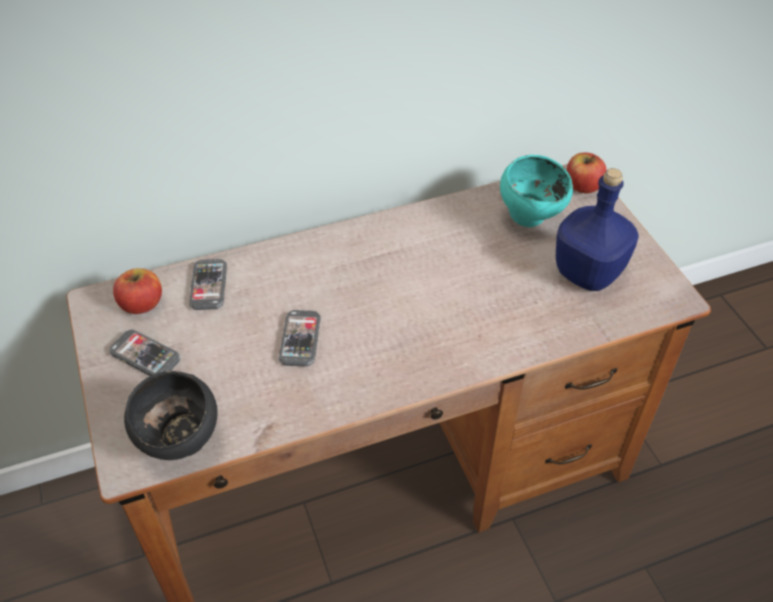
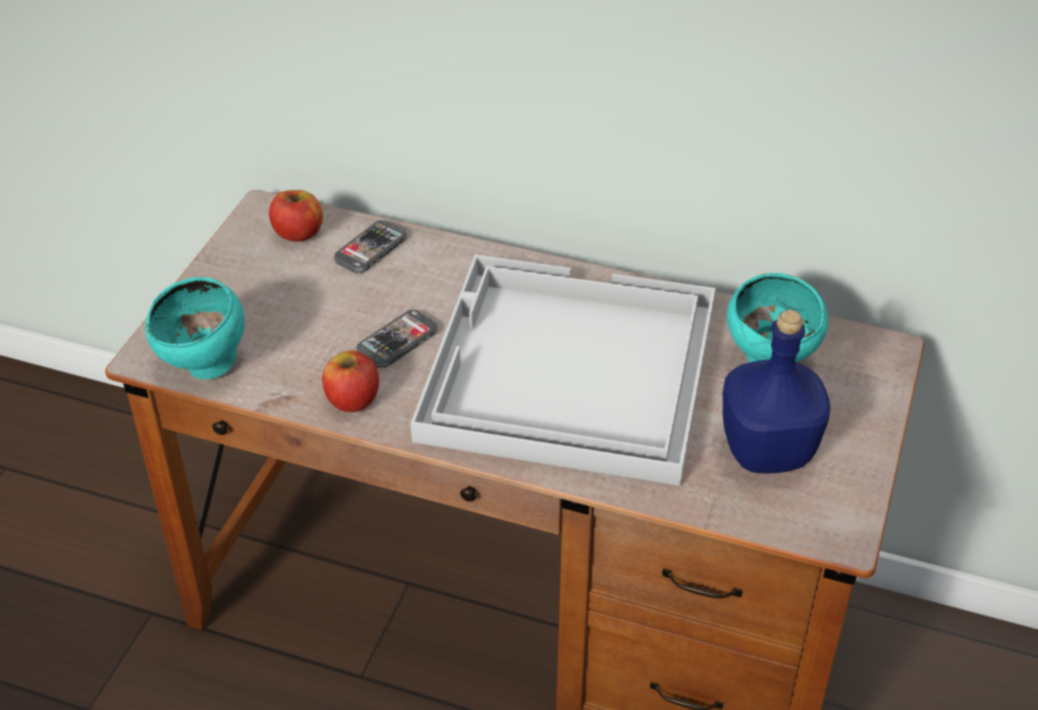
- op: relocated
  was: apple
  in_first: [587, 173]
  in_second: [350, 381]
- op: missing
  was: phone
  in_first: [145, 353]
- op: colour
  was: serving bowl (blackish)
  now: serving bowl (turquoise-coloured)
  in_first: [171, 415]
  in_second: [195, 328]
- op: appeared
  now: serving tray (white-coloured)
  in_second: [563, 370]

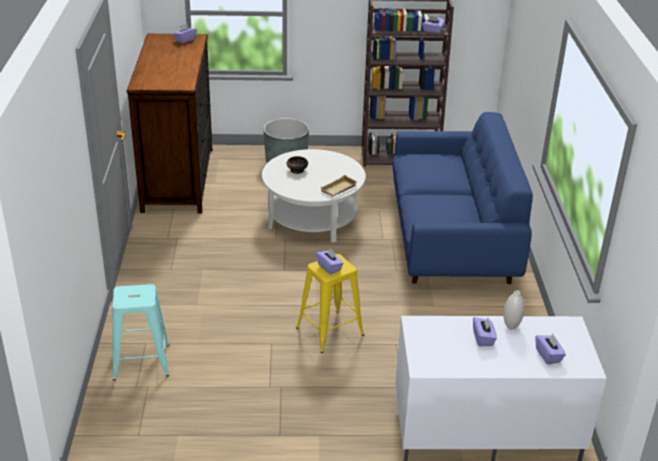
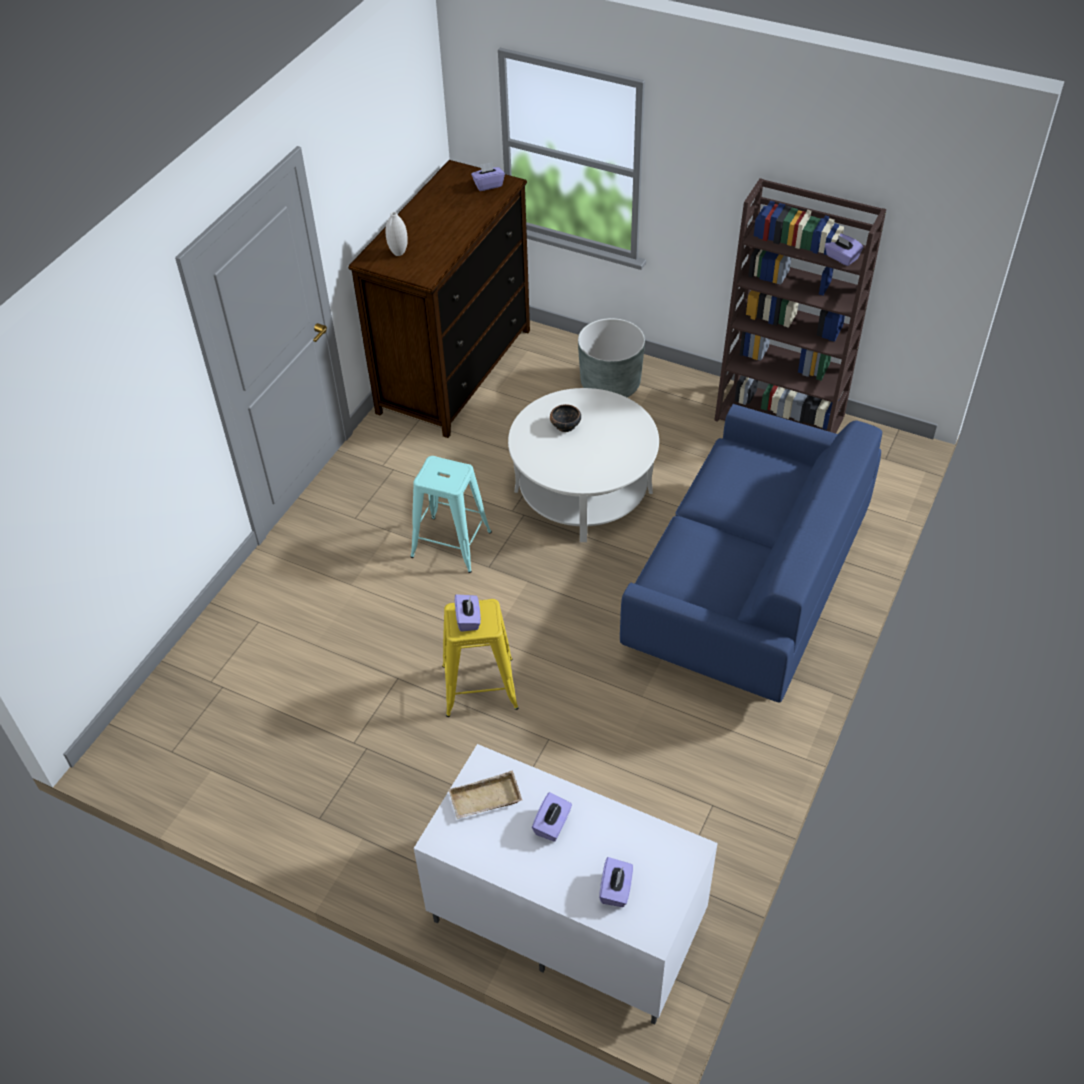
- op: relocated
  was: serving tray (beige)
  in_first: [338, 186]
  in_second: [485, 795]
- op: relocated
  was: sitting stool (turquoise-coloured)
  in_first: [140, 332]
  in_second: [451, 514]
- op: relocated
  was: decorative vase (white-coloured)
  in_first: [514, 310]
  in_second: [396, 234]

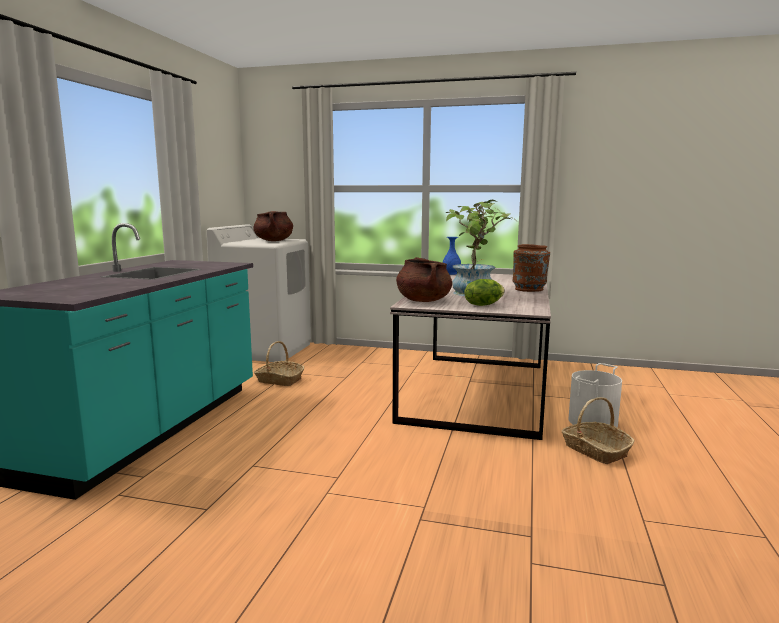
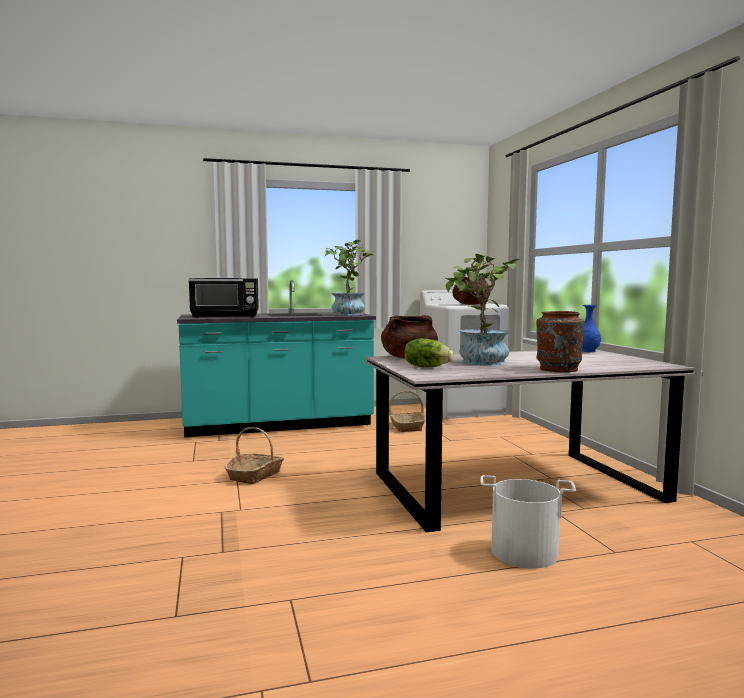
- op: relocated
  was: storage basket
  in_first: [598, 430]
  in_second: [254, 455]
- op: appeared
  now: plant in a pot
  in_second: [351, 277]
- op: appeared
  now: microwave (blackish)
  in_second: [223, 298]

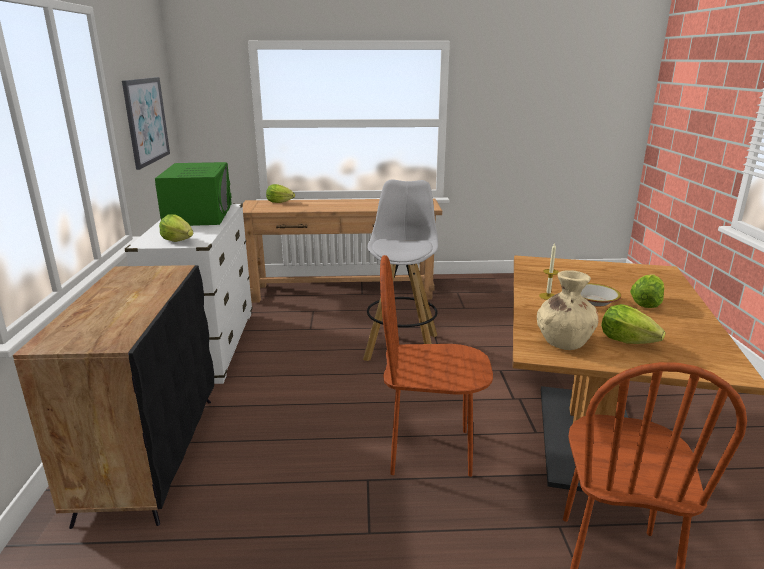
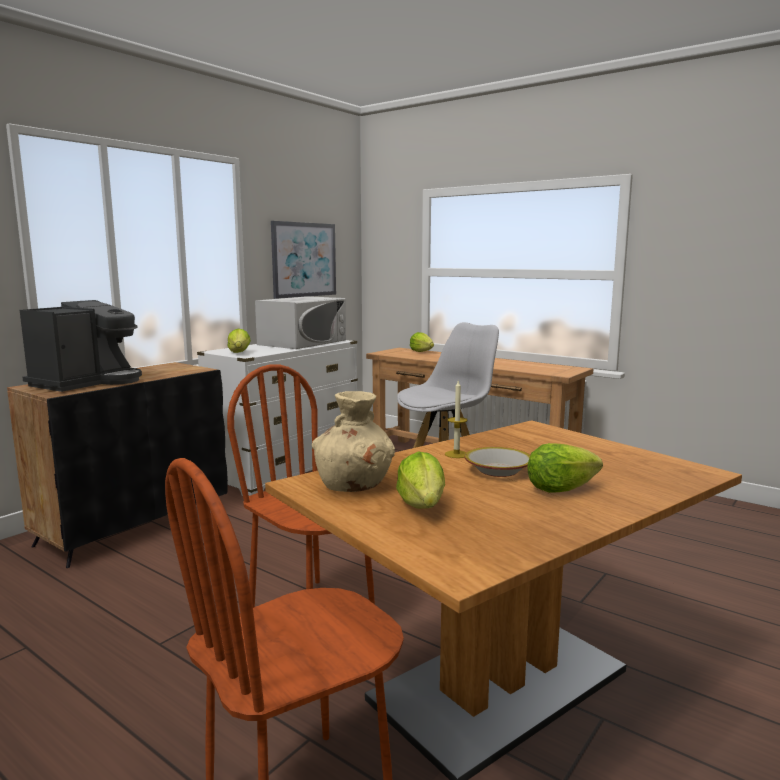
- op: colour
  was: microwave (green)
  now: microwave (white-coloured)
  in_first: [193, 194]
  in_second: [300, 322]
- op: appeared
  now: coffee machine
  in_second: [81, 346]

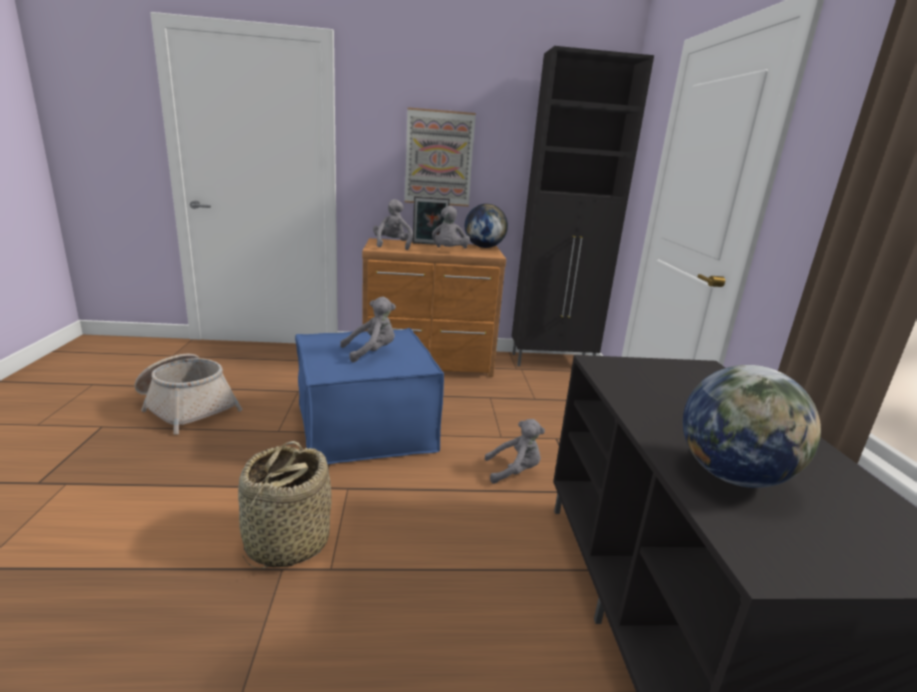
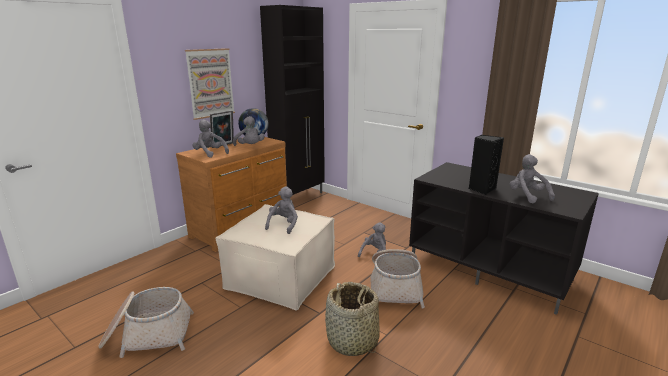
- op: colour
  was: ottoman (blue)
  now: ottoman (beige)
  in_first: [369, 396]
  in_second: [275, 257]
- op: exchanged
  was: world globe
  now: soft toy (greyish)
  in_first: [752, 426]
  in_second: [532, 179]
- op: appeared
  now: loudspeaker (blackish)
  in_second: [486, 165]
- op: appeared
  now: storage basket
  in_second: [397, 278]

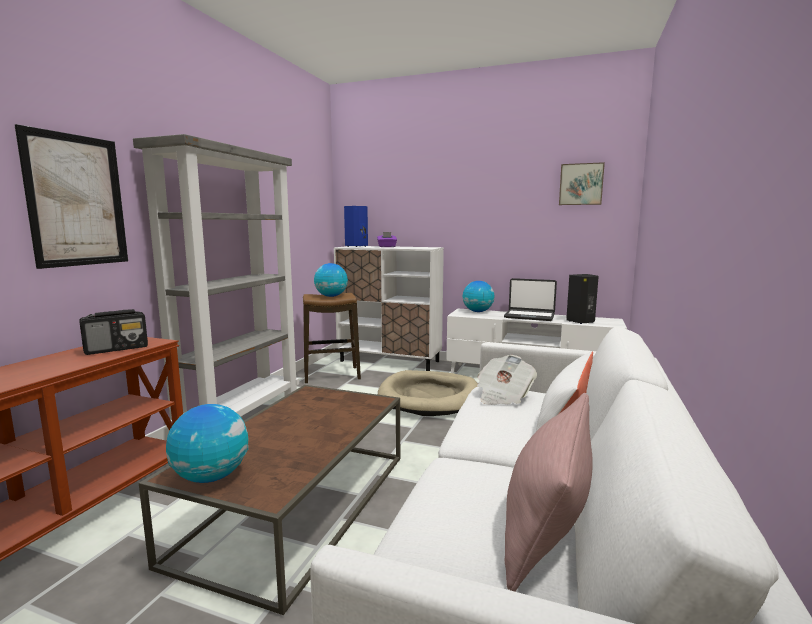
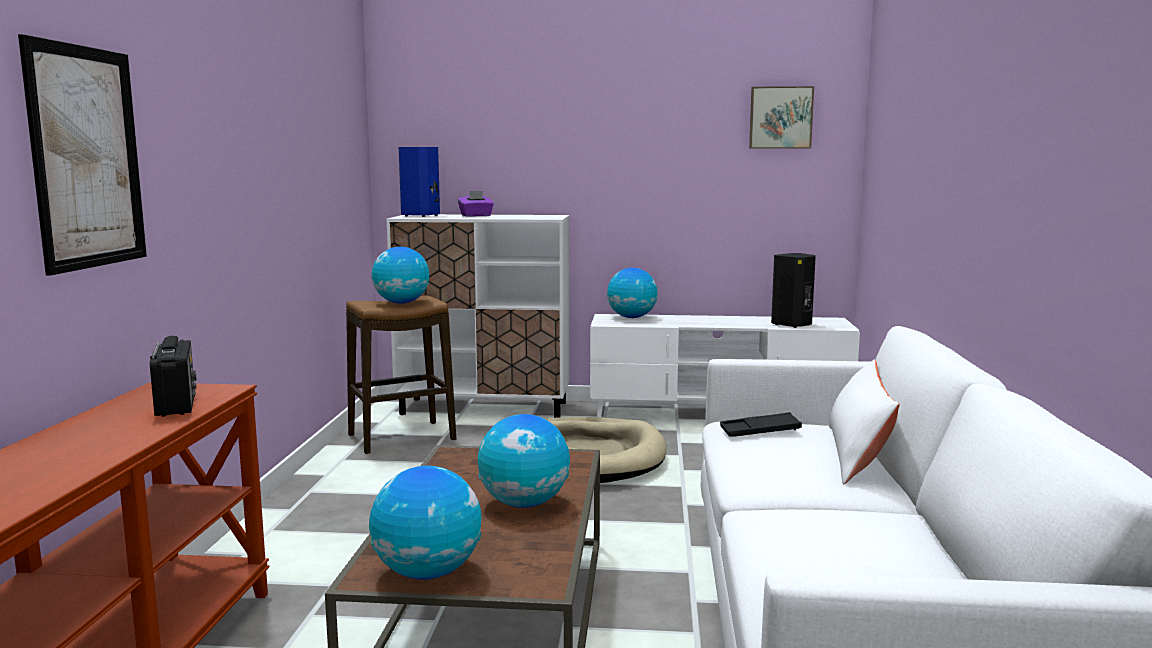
- op: missing
  was: bookshelf (greyish)
  in_first: [216, 281]
- op: missing
  was: notebook computer
  in_first: [530, 299]
- op: spun
  was: radio set
  in_first: [113, 332]
  in_second: [173, 376]
  clockwise: -60
- op: exchanged
  was: daily paper
  now: serving tray (blackish)
  in_first: [507, 380]
  in_second: [761, 424]
- op: missing
  was: pillow (pink)
  in_first: [548, 492]
- op: appeared
  now: world globe
  in_second: [524, 461]

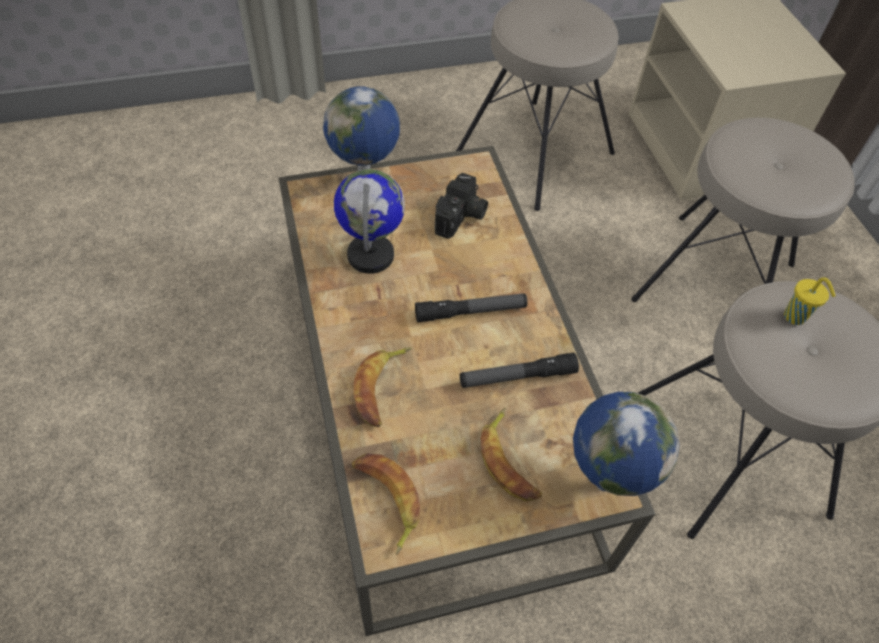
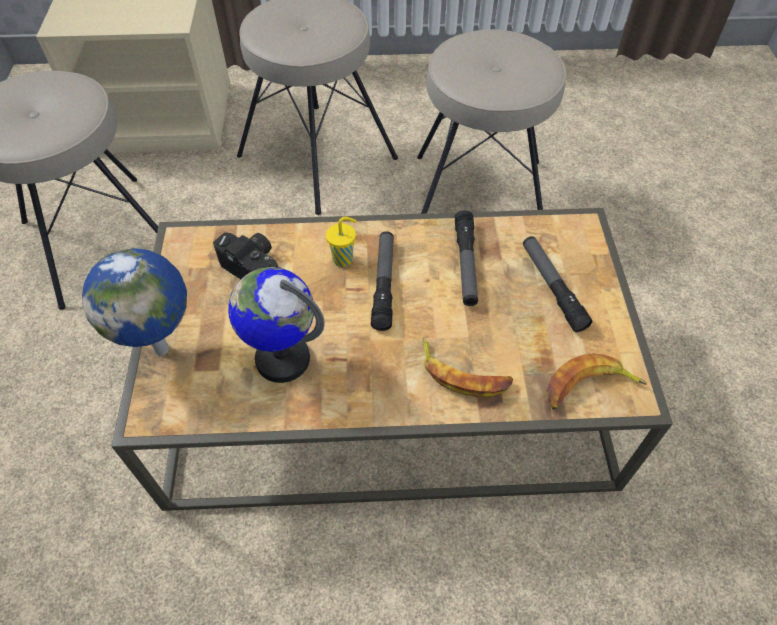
- op: relocated
  was: small cup (yellow)
  in_first: [810, 301]
  in_second: [341, 242]
- op: missing
  was: world globe
  in_first: [626, 444]
- op: exchanged
  was: whole banana
  now: torch
  in_first: [511, 454]
  in_second: [557, 284]

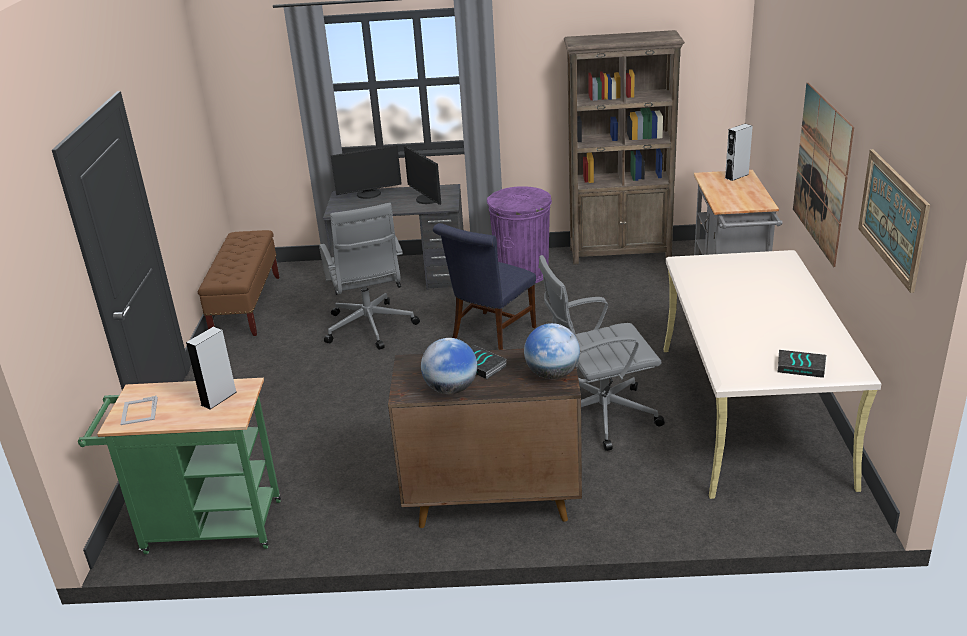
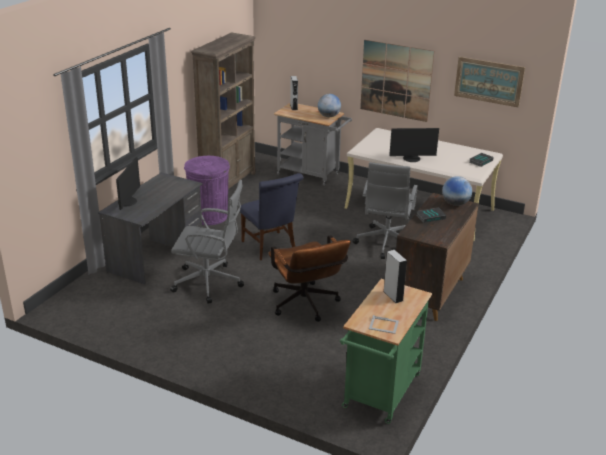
- op: relocated
  was: monitor
  in_first: [422, 175]
  in_second: [414, 145]
- op: missing
  was: bench (brownish)
  in_first: [238, 283]
- op: relocated
  was: world globe
  in_first: [449, 366]
  in_second: [329, 105]
- op: appeared
  now: computer chair (brownish)
  in_second: [310, 278]

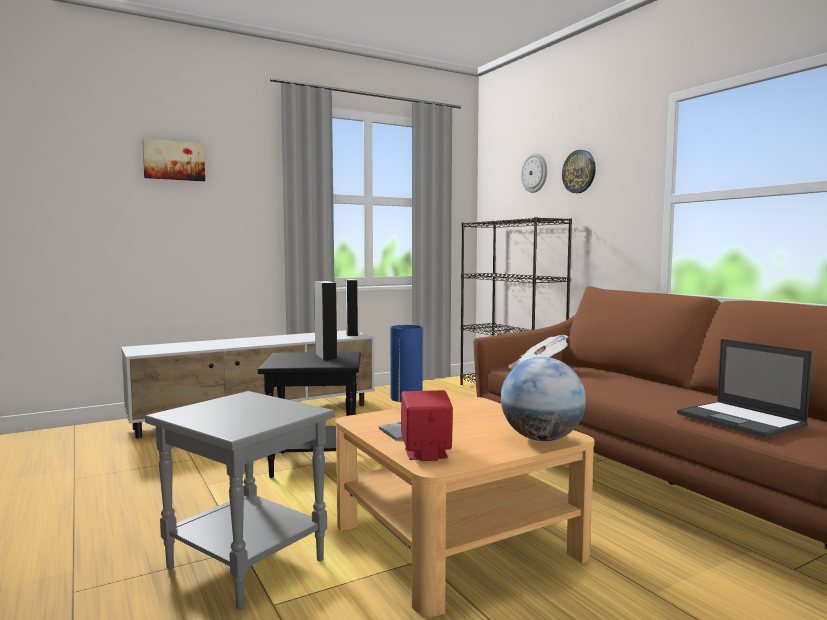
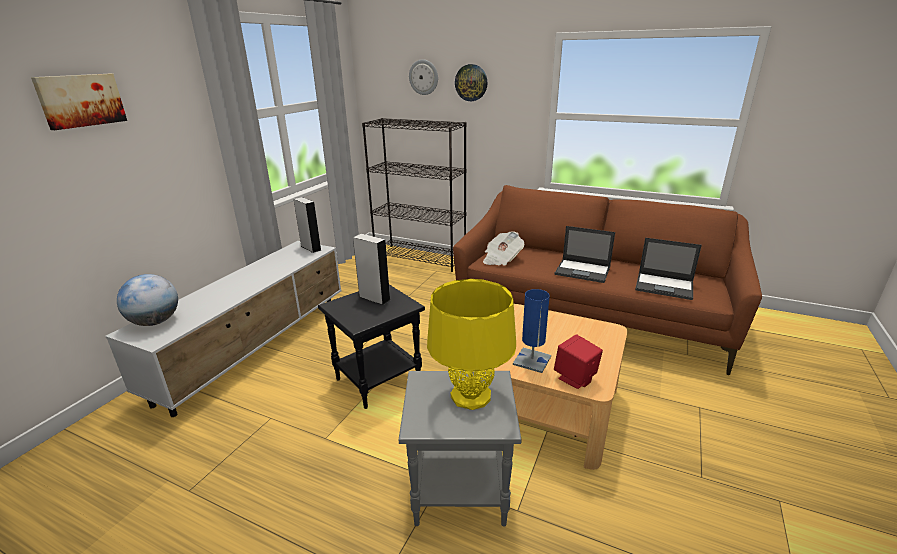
- op: relocated
  was: world globe
  in_first: [543, 399]
  in_second: [147, 300]
- op: appeared
  now: notebook computer
  in_second: [585, 254]
- op: appeared
  now: table lamp (yellow)
  in_second: [471, 344]

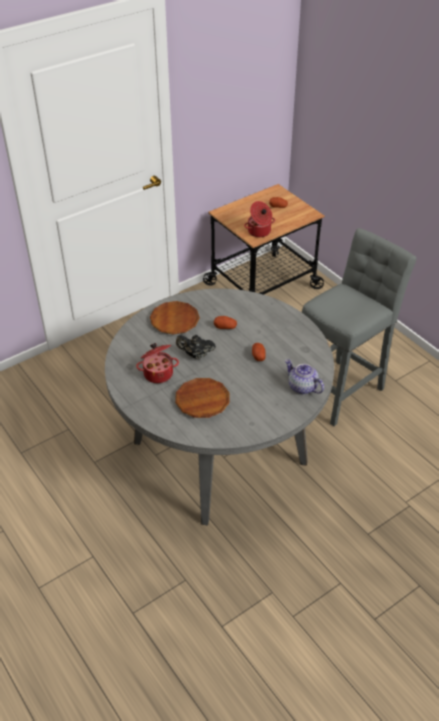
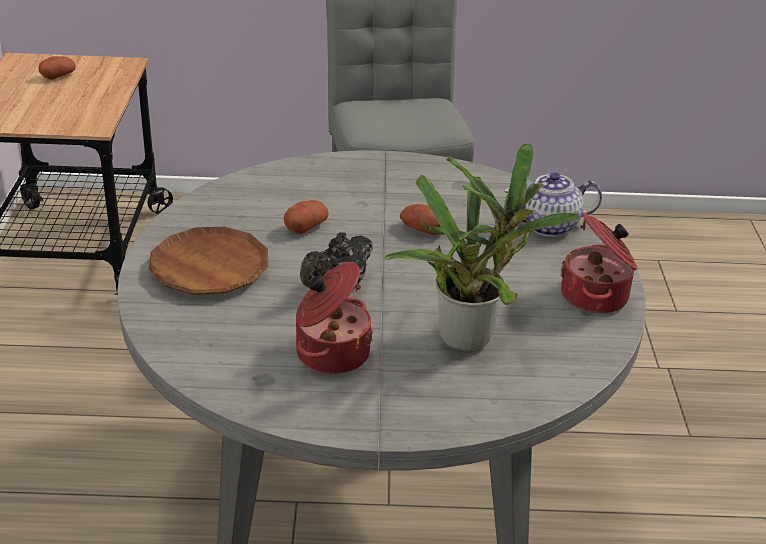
- op: relocated
  was: saucepot
  in_first: [259, 219]
  in_second: [599, 263]
- op: exchanged
  was: dinner plate (brownish)
  now: plant in a pot
  in_first: [202, 398]
  in_second: [483, 247]

